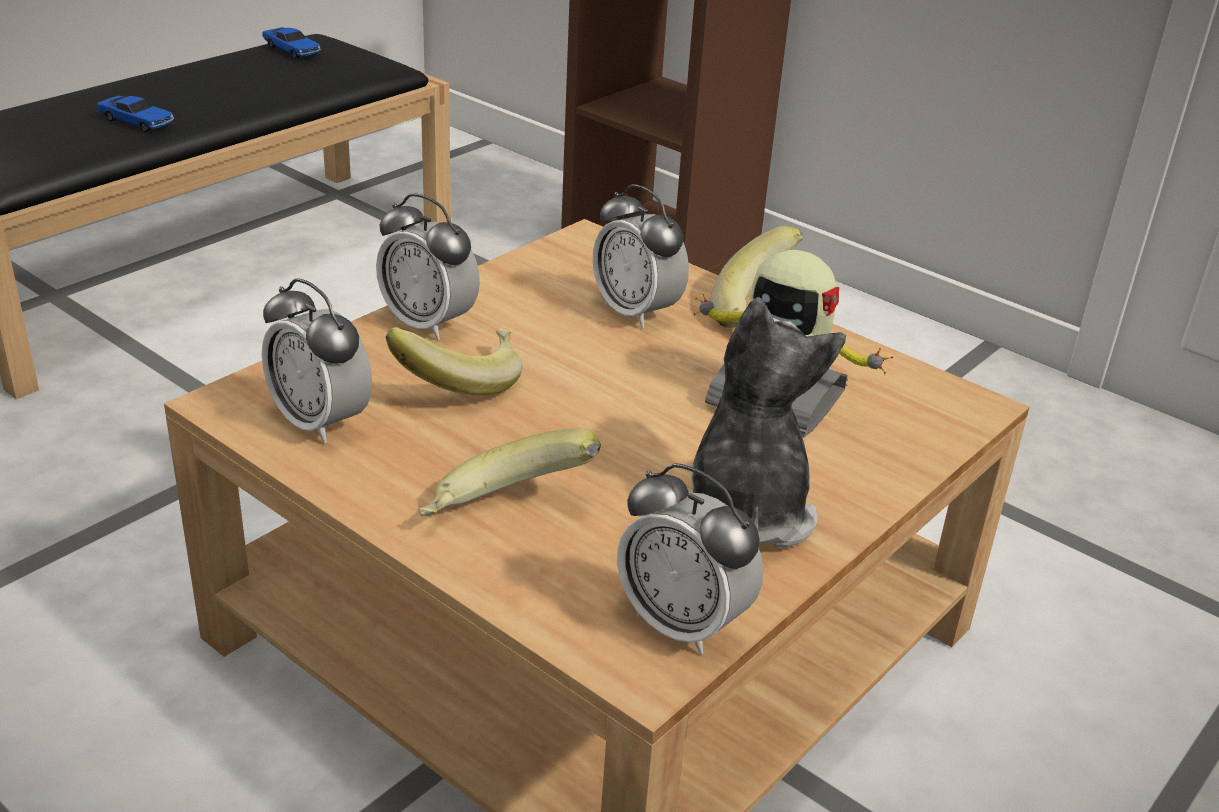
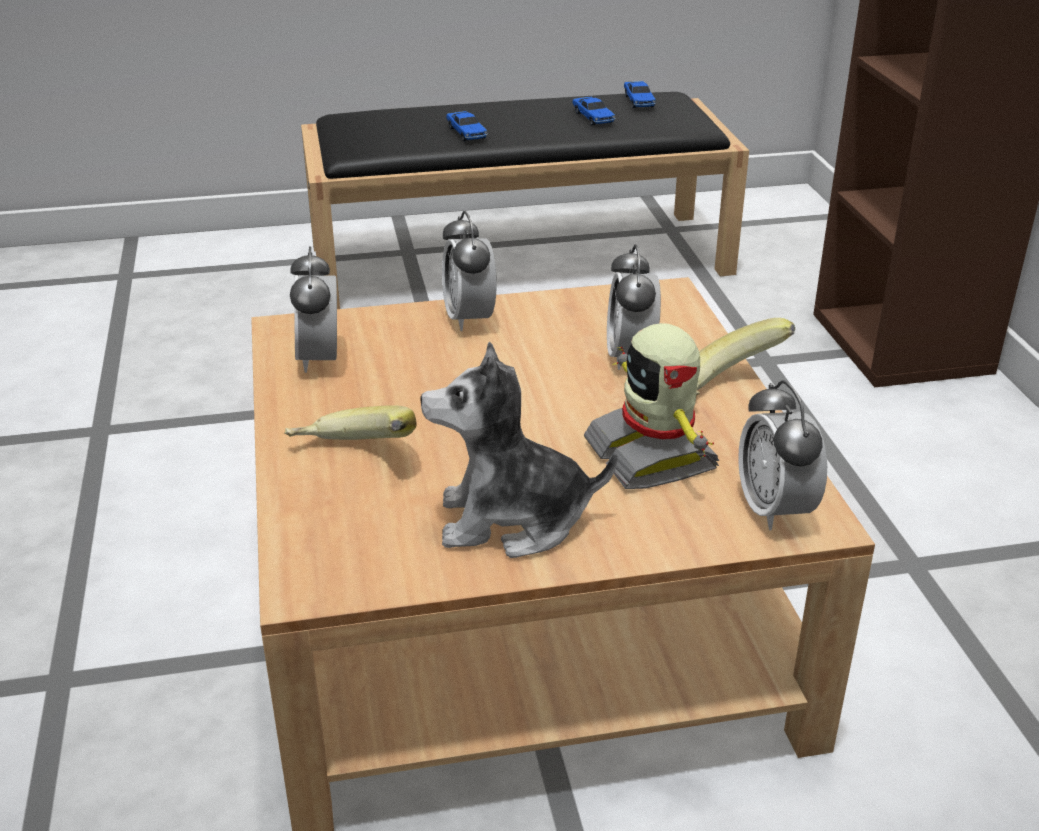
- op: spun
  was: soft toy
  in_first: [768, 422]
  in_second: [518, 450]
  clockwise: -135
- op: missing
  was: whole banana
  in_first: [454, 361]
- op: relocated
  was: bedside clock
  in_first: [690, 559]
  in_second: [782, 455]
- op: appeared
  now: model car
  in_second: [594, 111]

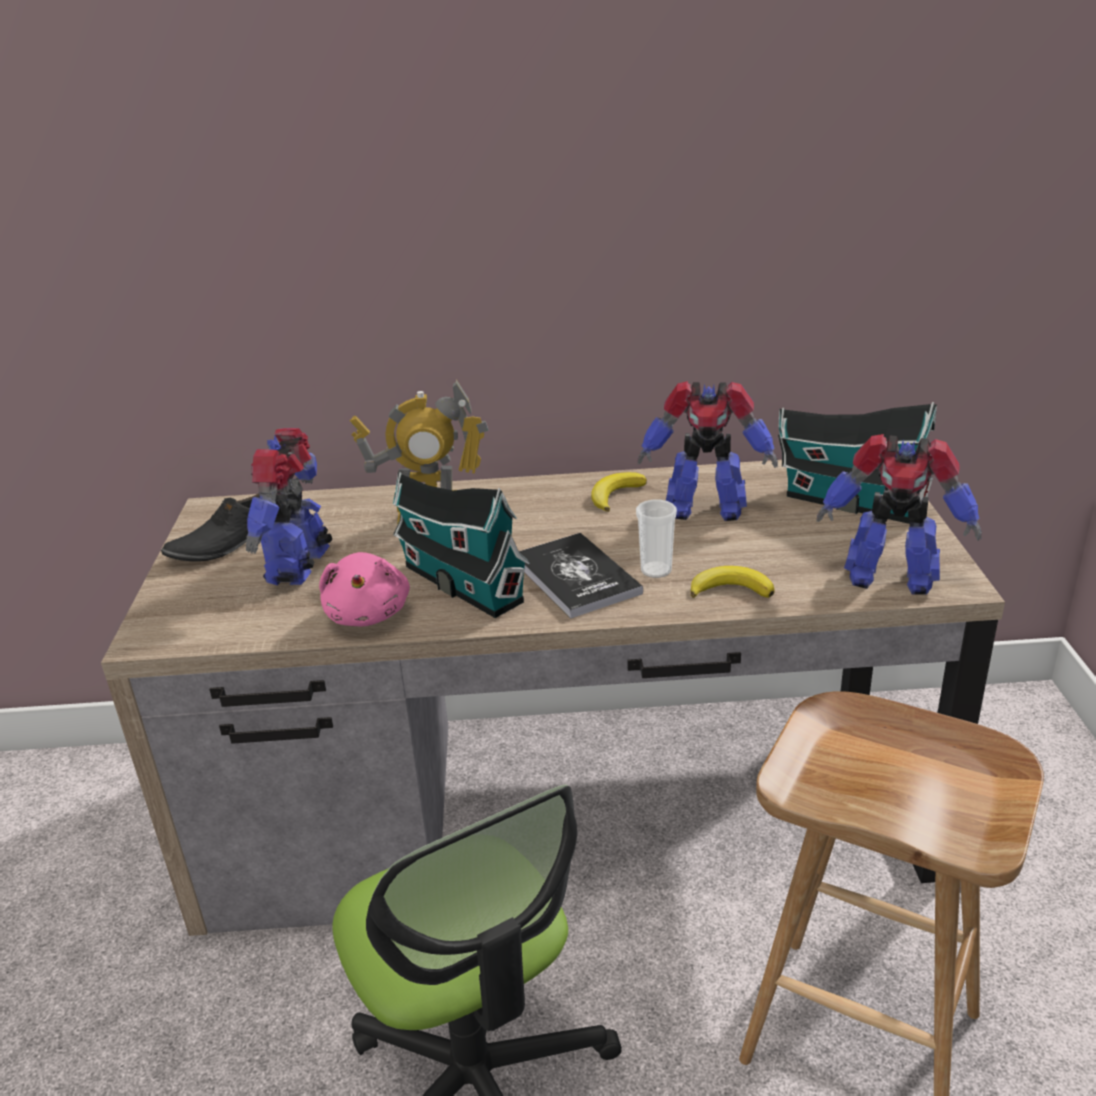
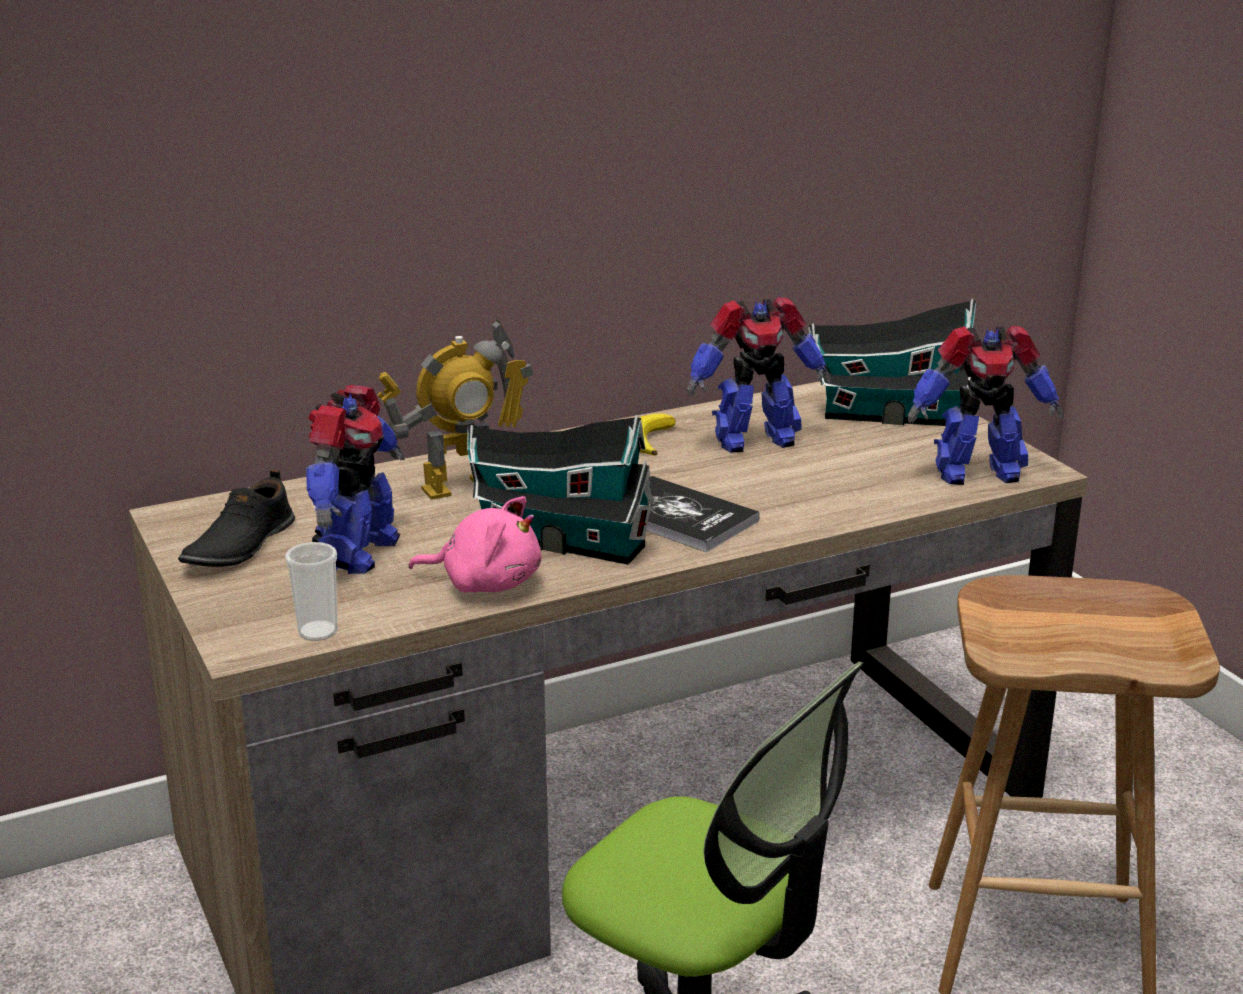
- op: spun
  was: toy robot
  in_first: [289, 506]
  in_second: [355, 479]
  clockwise: -150
- op: relocated
  was: small cup
  in_first: [656, 539]
  in_second: [311, 591]
- op: spun
  was: soft toy (pink)
  in_first: [364, 589]
  in_second: [474, 544]
  clockwise: -45
- op: missing
  was: whole banana
  in_first: [733, 582]

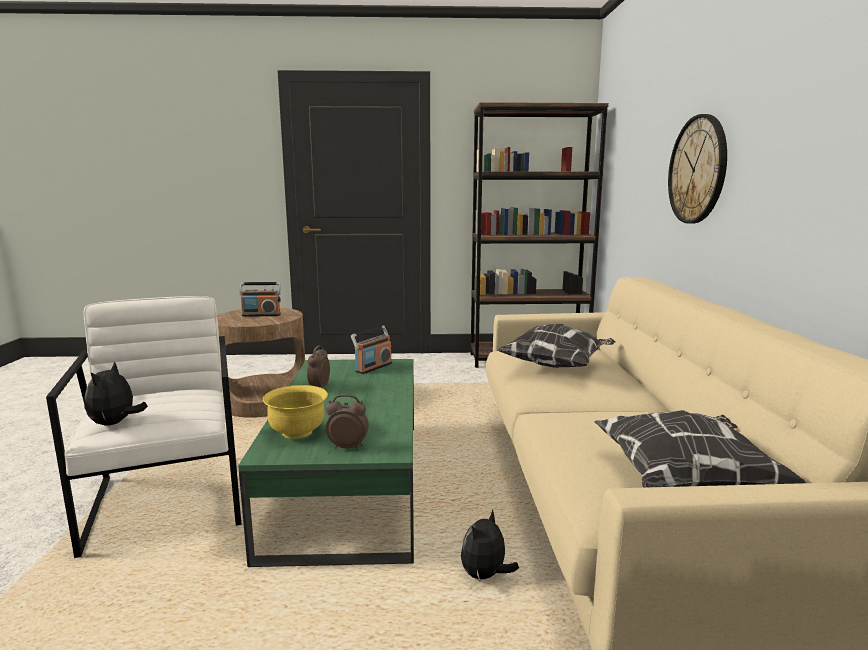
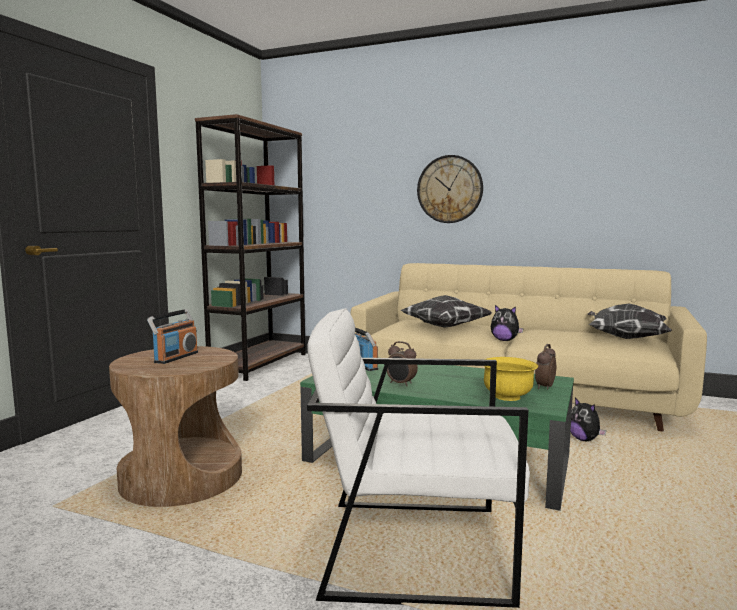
- op: relocated
  was: soft toy
  in_first: [116, 393]
  in_second: [507, 323]

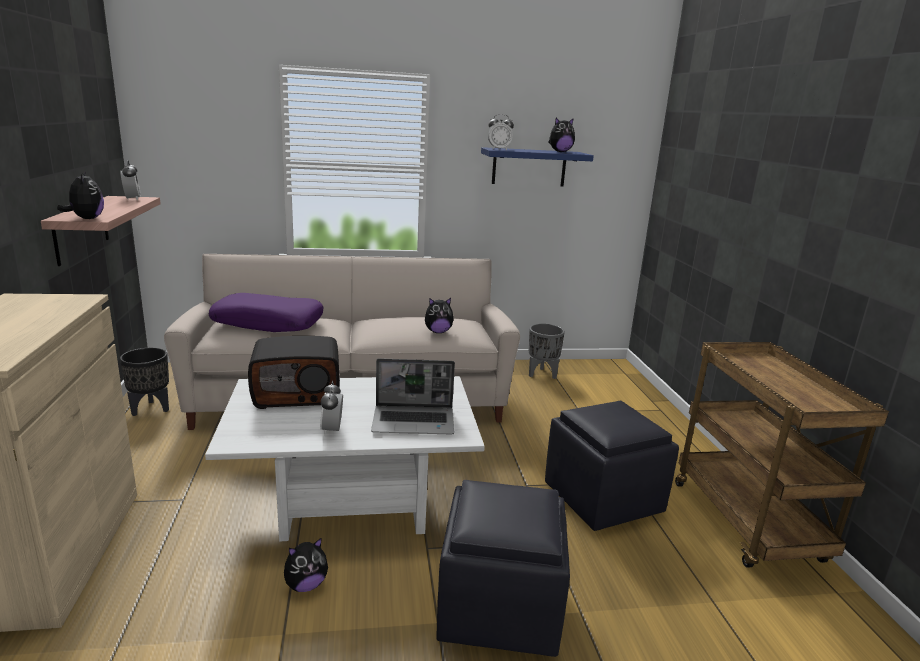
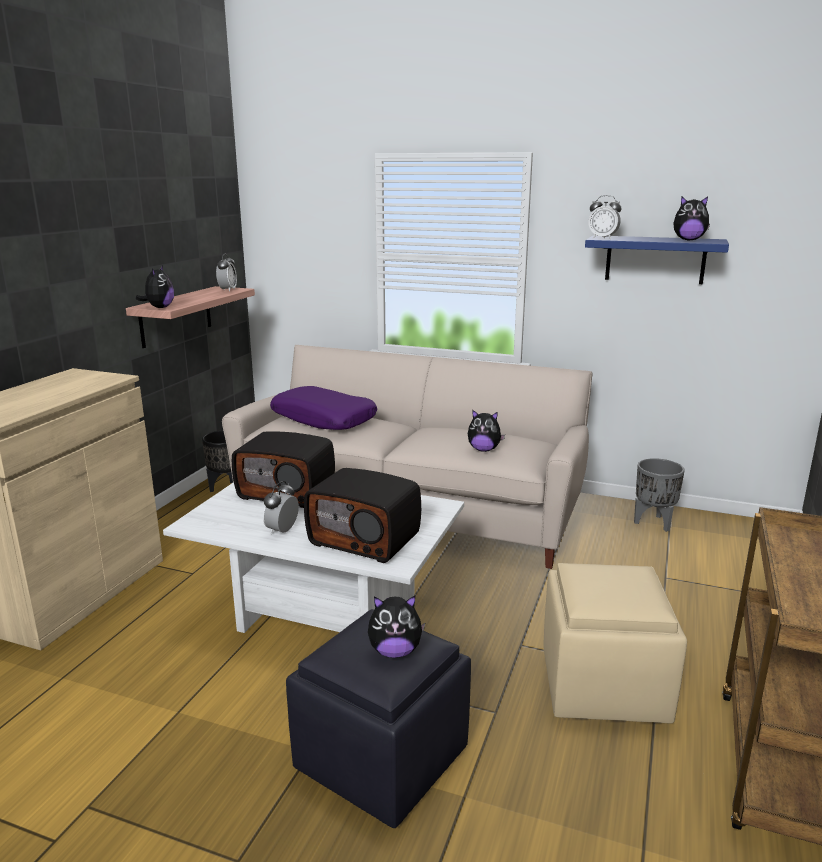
- op: exchanged
  was: notebook computer
  now: radio set
  in_first: [413, 396]
  in_second: [362, 515]
- op: colour
  was: ottoman (blackish)
  now: ottoman (beige)
  in_first: [612, 466]
  in_second: [615, 643]
- op: relocated
  was: soft toy
  in_first: [306, 565]
  in_second: [397, 627]

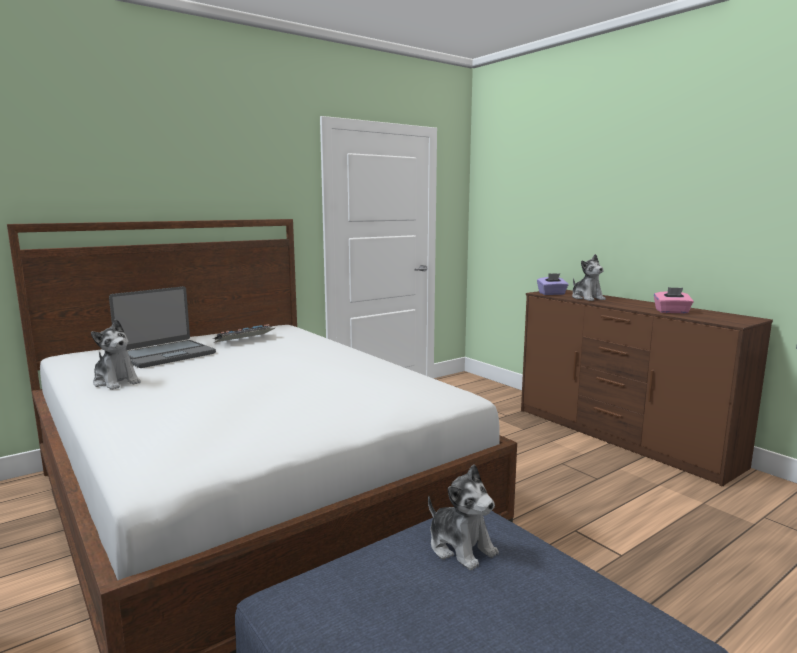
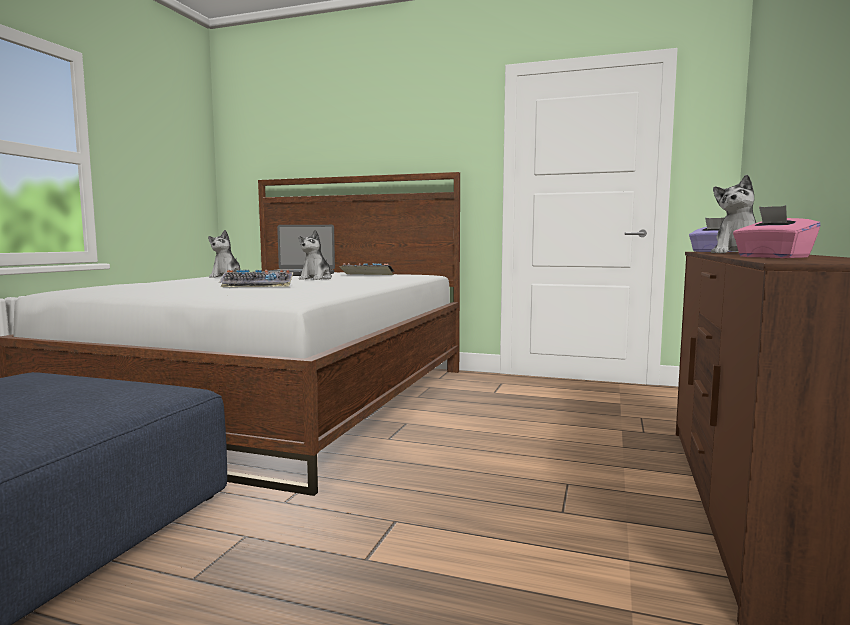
- op: relocated
  was: soft toy
  in_first: [463, 517]
  in_second: [315, 255]
- op: appeared
  now: PC keyboard
  in_second: [256, 278]

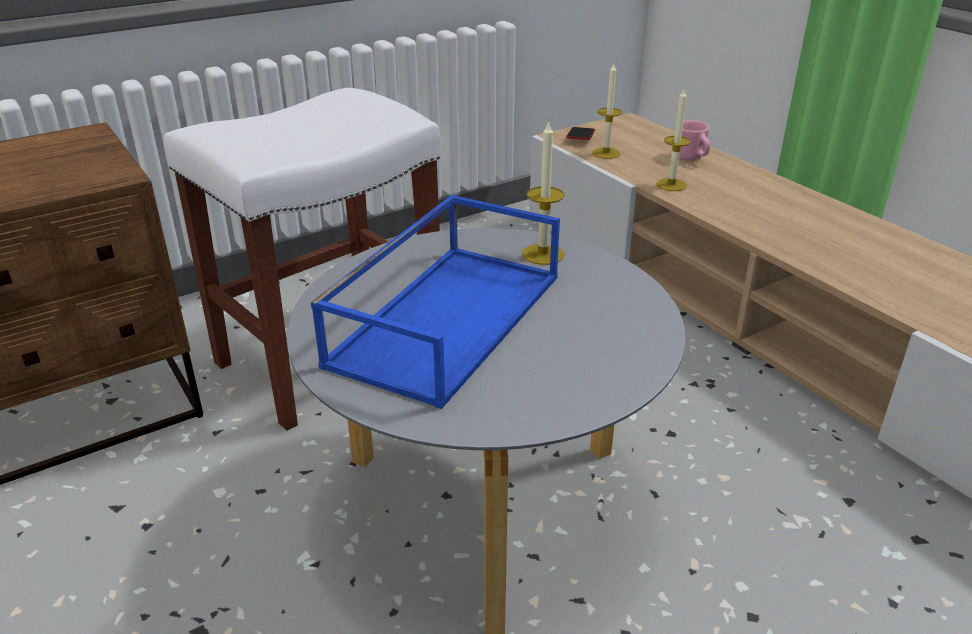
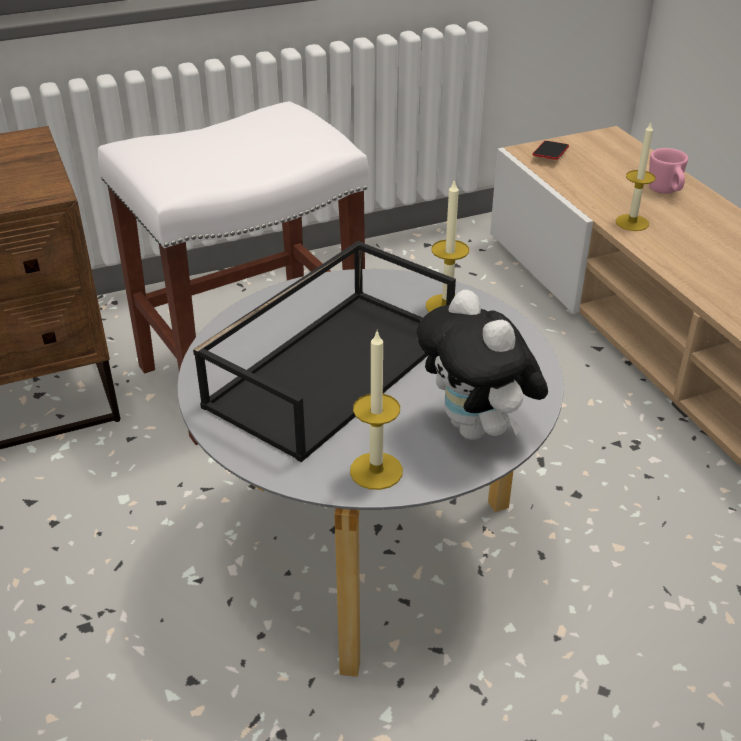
- op: relocated
  was: wax light
  in_first: [607, 111]
  in_second: [376, 409]
- op: colour
  was: serving tray (blue)
  now: serving tray (blackish)
  in_first: [435, 301]
  in_second: [324, 351]
- op: appeared
  now: soft toy
  in_second: [482, 365]

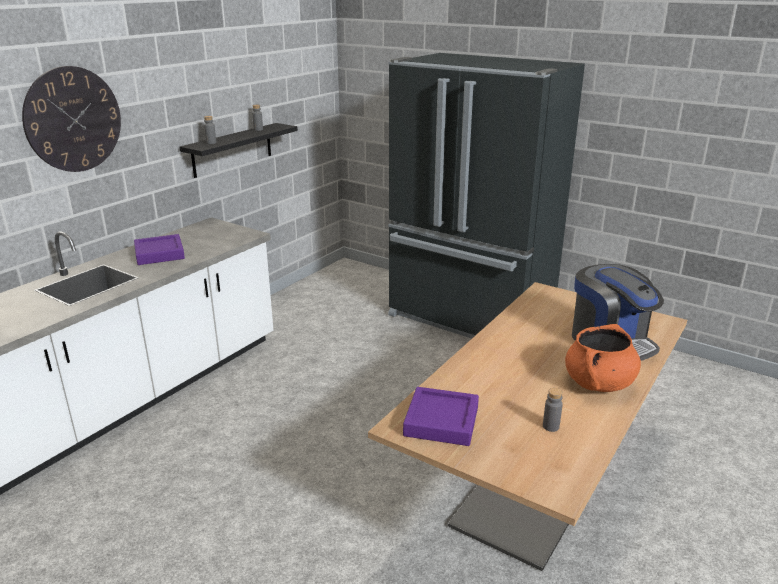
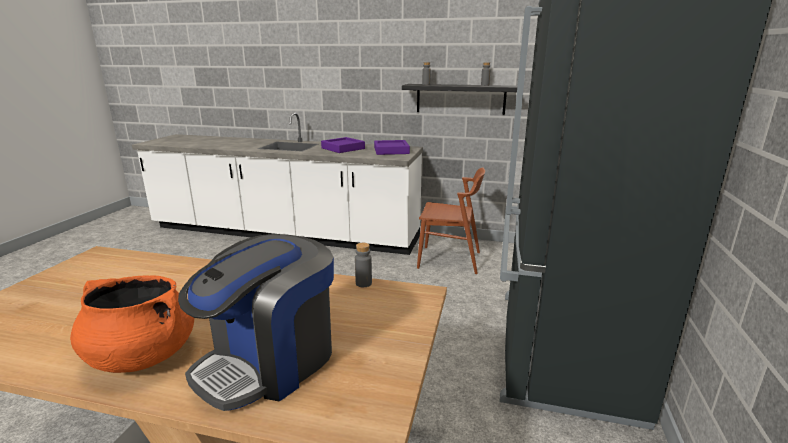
- op: missing
  was: clock on the wall
  in_first: [71, 119]
- op: relocated
  was: serving tray (purple)
  in_first: [441, 416]
  in_second: [392, 147]
- op: relocated
  was: beverage bottle (greyish)
  in_first: [553, 410]
  in_second: [363, 265]
- op: appeared
  now: chair (brownish)
  in_second: [451, 220]

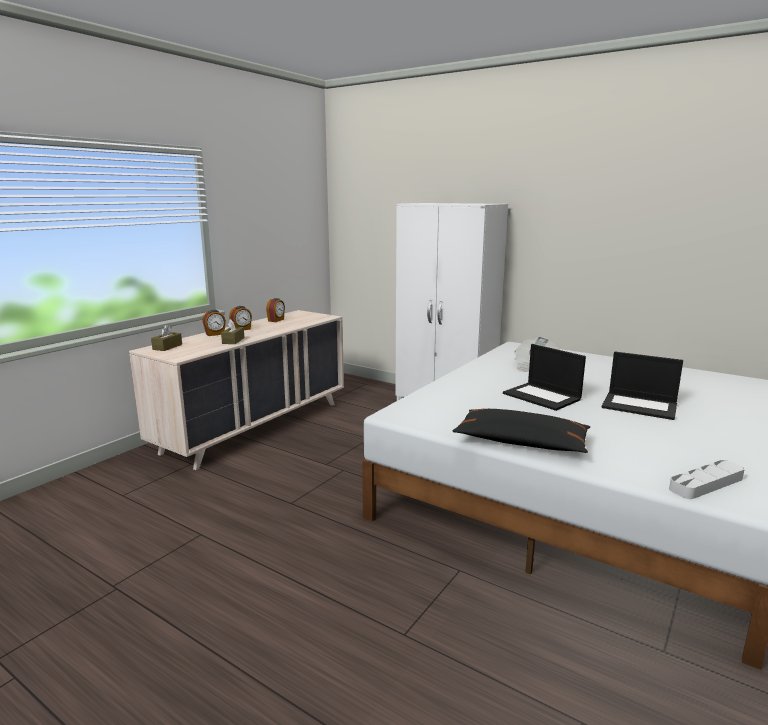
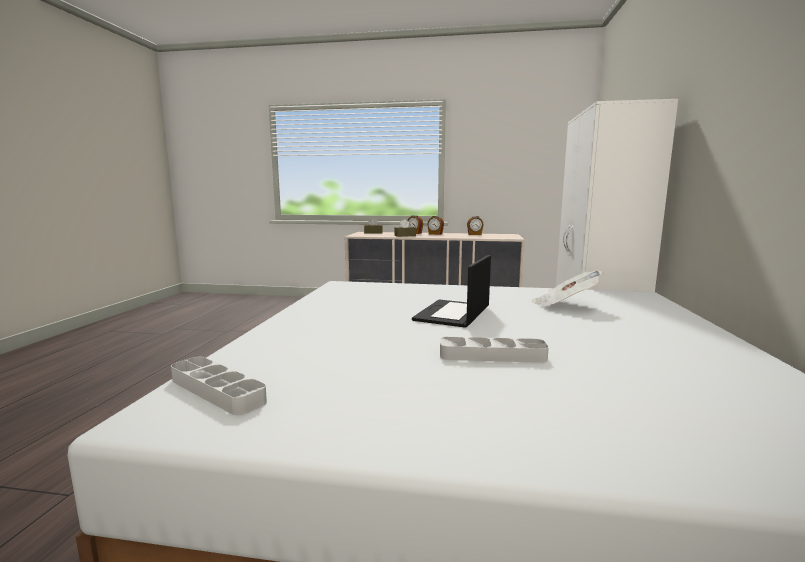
- op: exchanged
  was: notebook computer
  now: serving tray (greyish)
  in_first: [642, 386]
  in_second: [494, 350]
- op: missing
  was: pillow (blackish)
  in_first: [521, 431]

